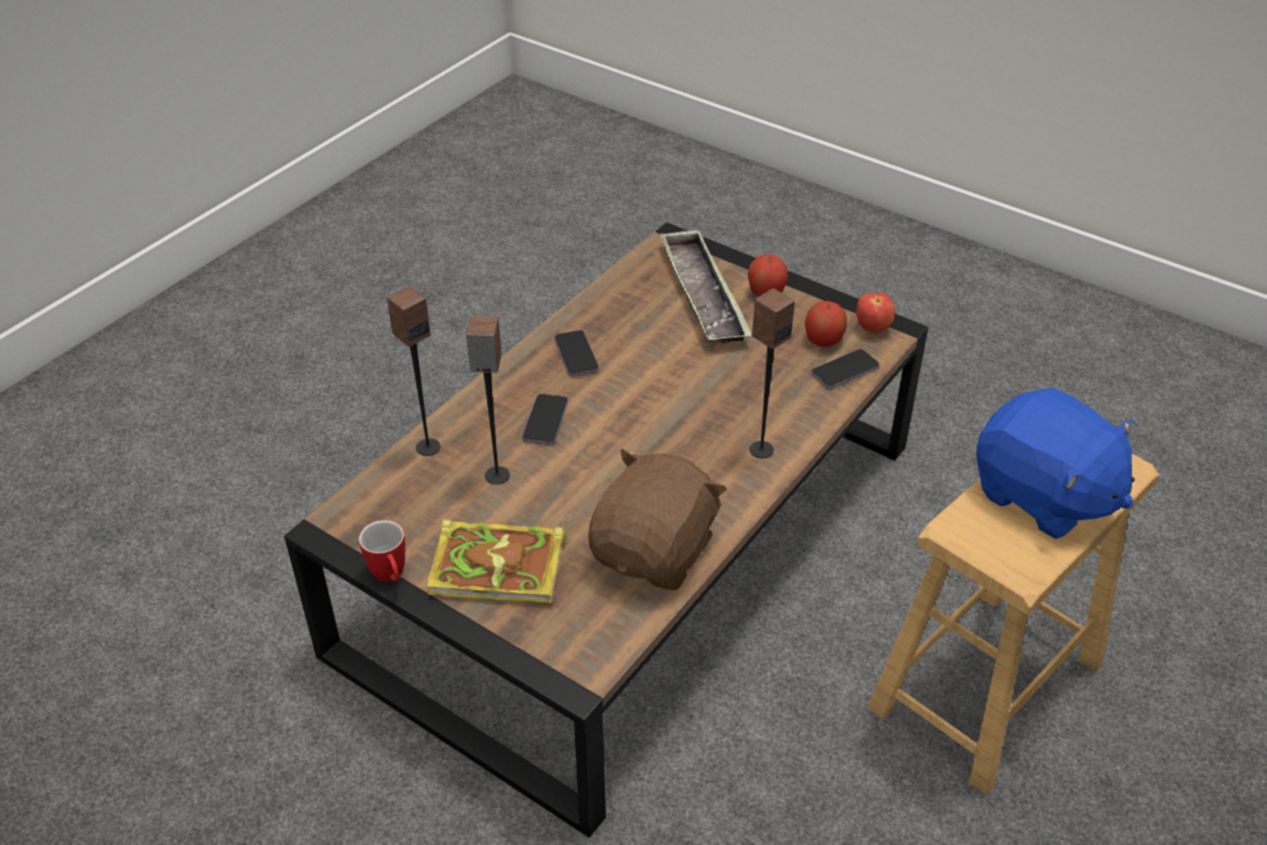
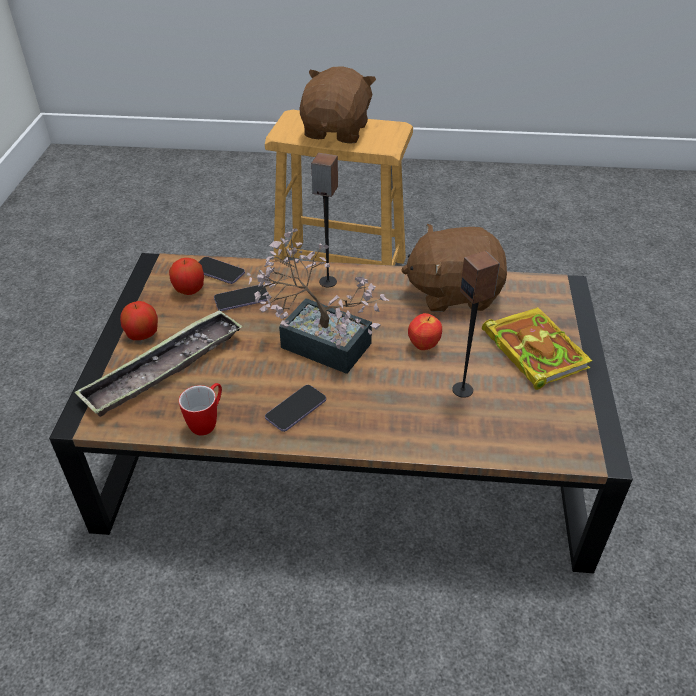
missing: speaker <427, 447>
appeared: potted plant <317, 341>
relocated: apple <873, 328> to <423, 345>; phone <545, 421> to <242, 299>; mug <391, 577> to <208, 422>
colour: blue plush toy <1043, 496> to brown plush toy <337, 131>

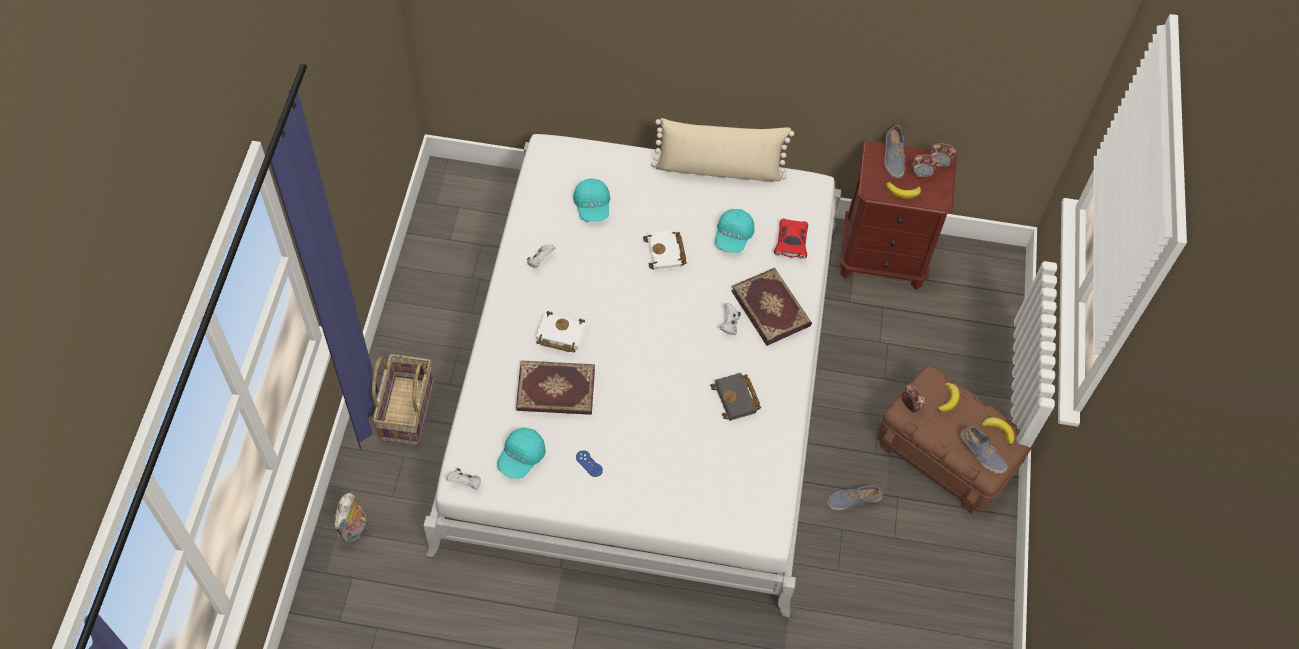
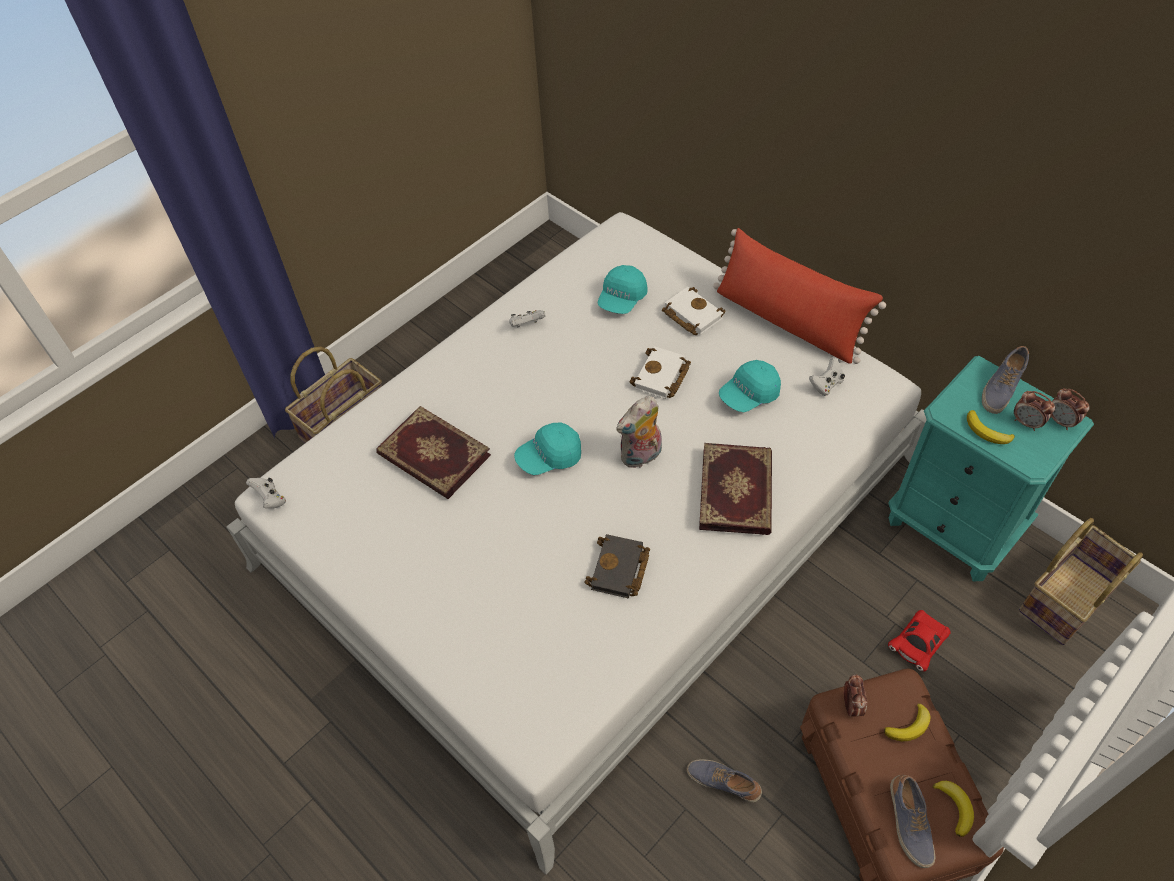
missing: blue game controller <589, 463>
appeared: basket <1066, 597>
relocated: red toy car <791, 243> to <917, 644>; white game controller <729, 324> to <826, 385>; white book <559, 335> to <690, 315>; turquoise cap <521, 457> to <549, 457>; plush toy <355, 530> to <641, 457>
colour: beige pillow <719, 169> to red pillow <788, 321>; brown nightstand <883, 258> to turquoise nightstand <953, 526>

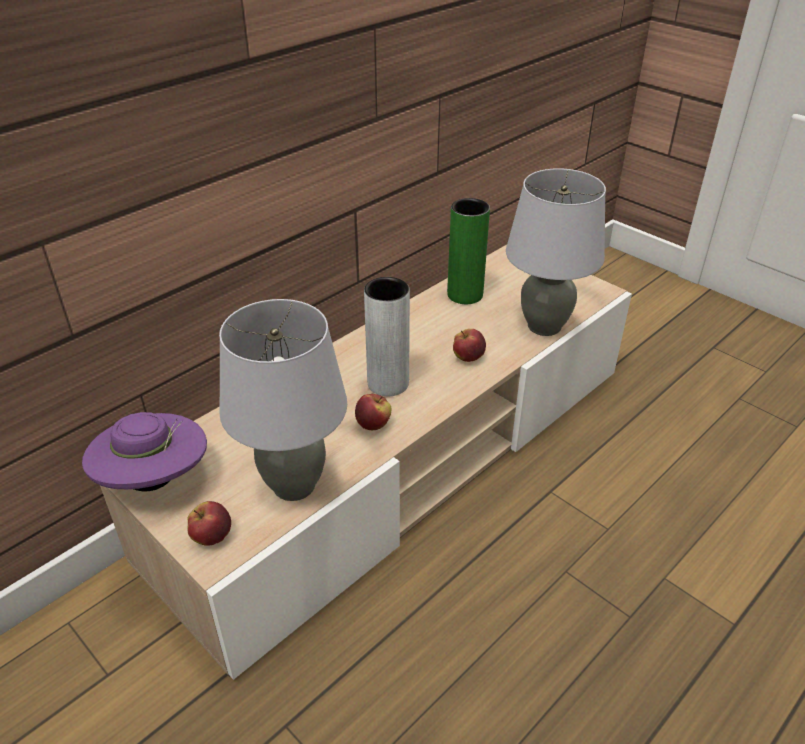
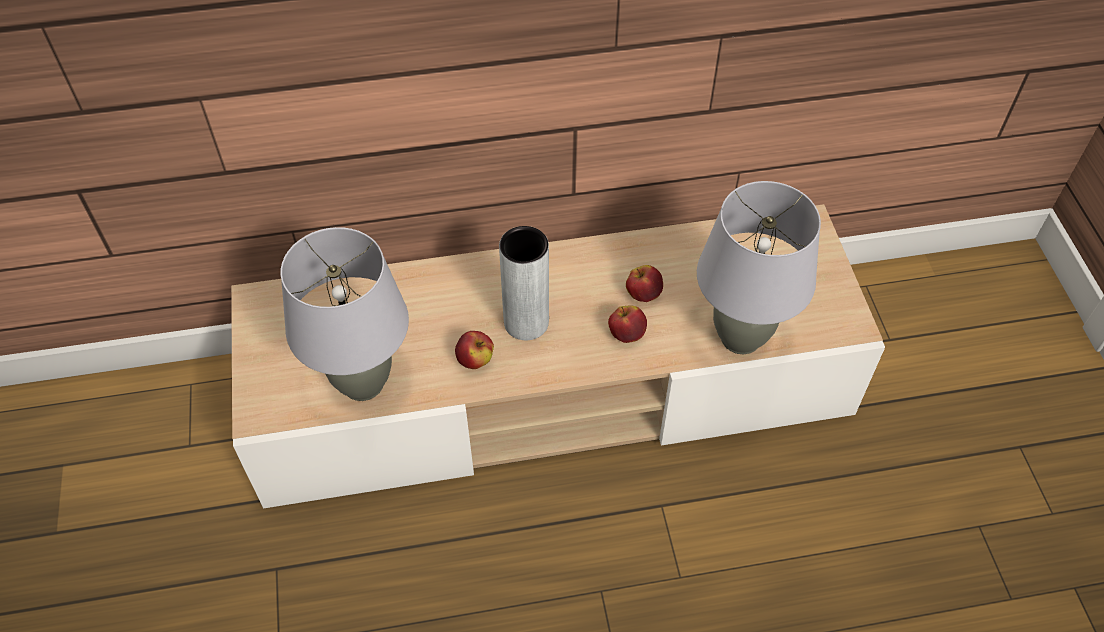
missing: green vase <465, 295>; purple hat <155, 480>
relocated: apple <212, 537> to <643, 294>

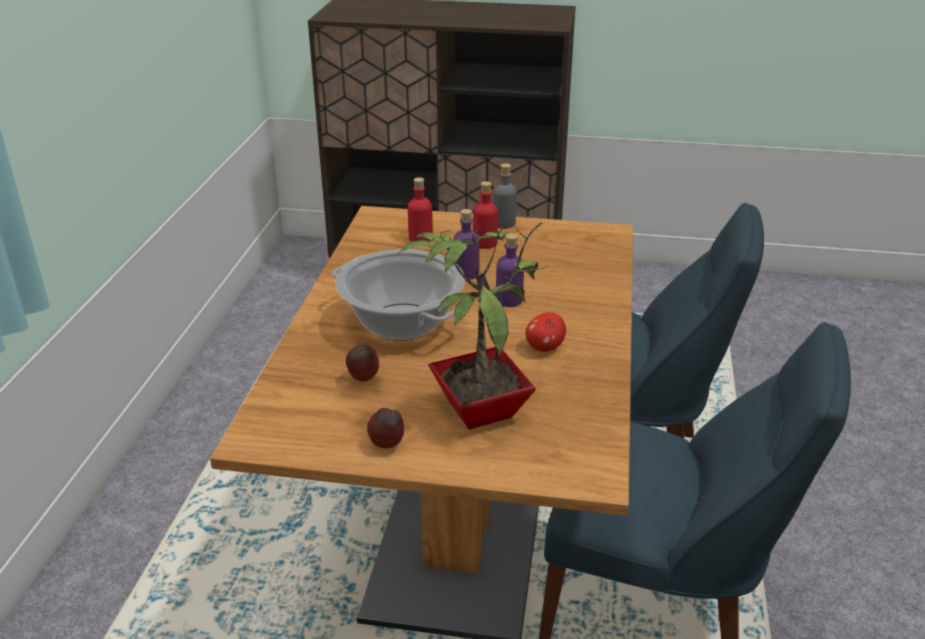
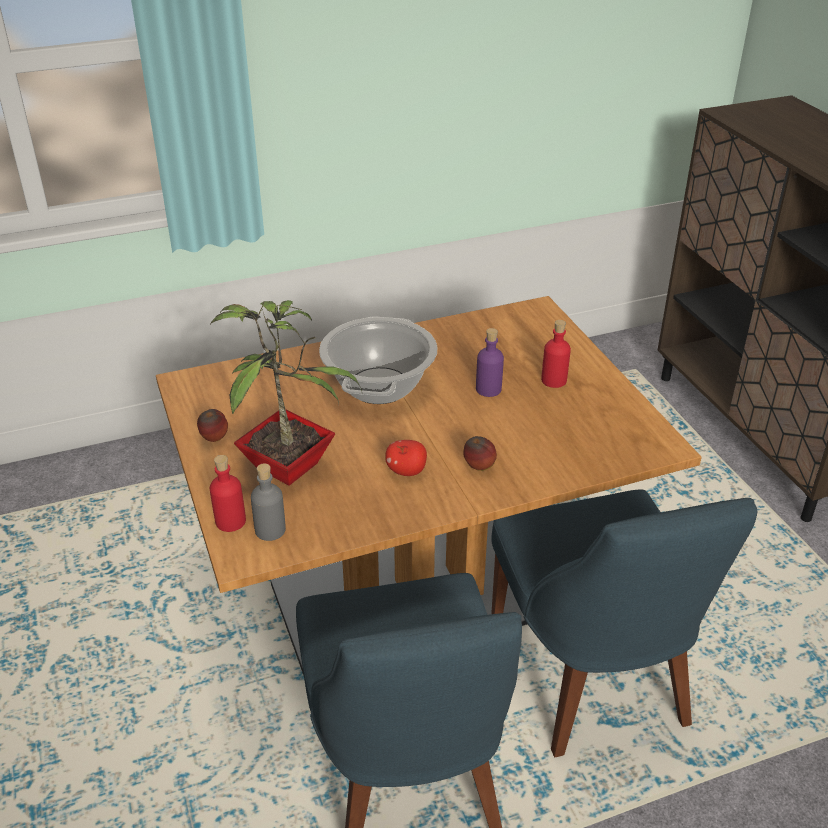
missing: purple bottle <509, 300>
relocated: grey bottle <504, 223> to <270, 530>; red bottle <420, 238> to <230, 521>; apple <363, 379> to <479, 468>

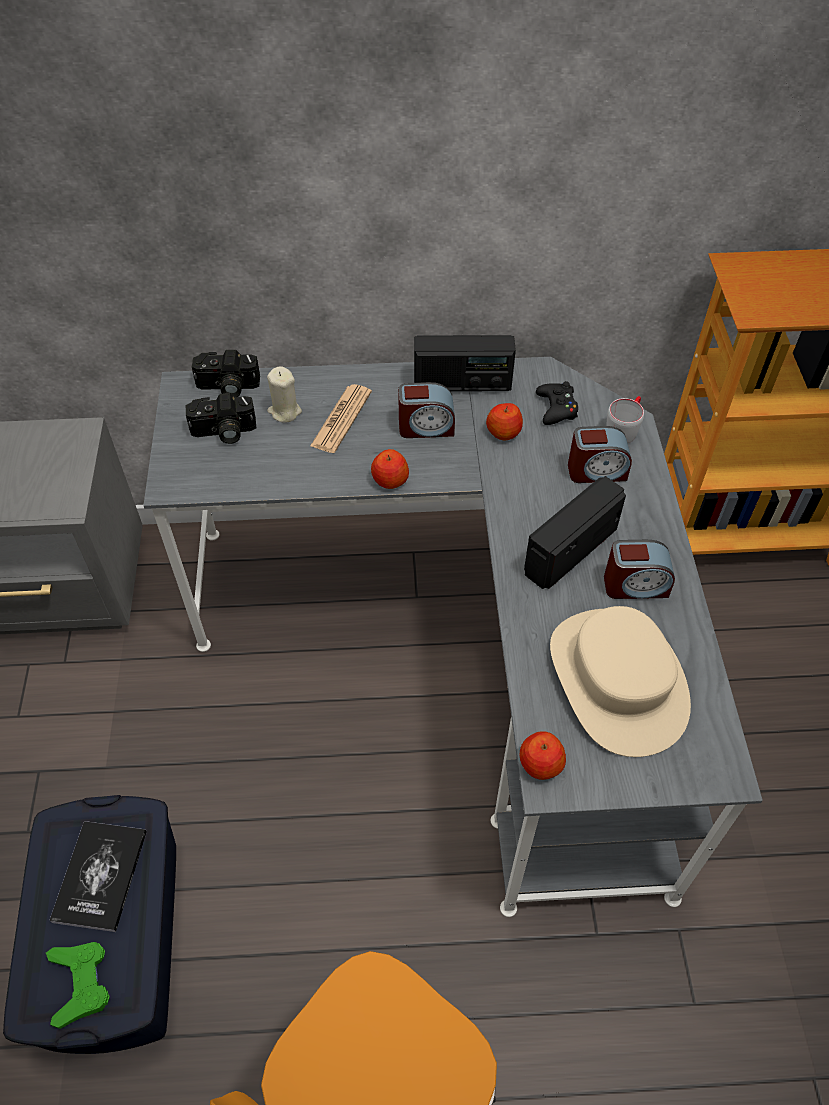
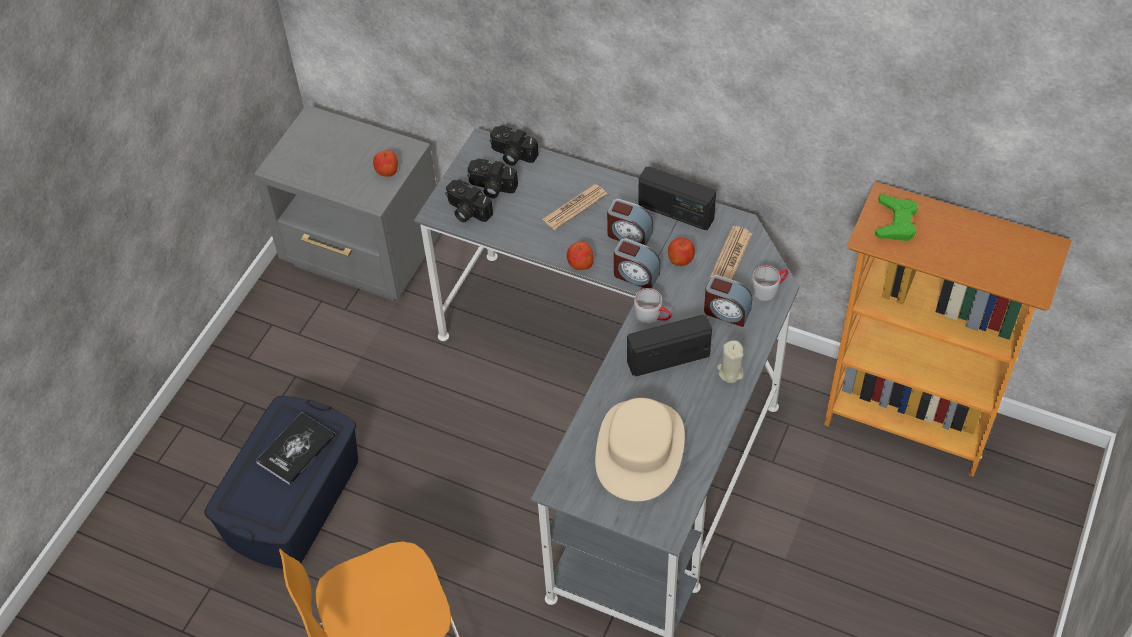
appeared: photo camera <466, 211>; grey mug <653, 316>
relocated: beige candle <284, 411> to <730, 372>; alarm clock <635, 585> to <635, 275>; apple <540, 764> to <387, 170>; green game controller <80, 983> to <895, 222>
exchanged: black game controller <556, 408> to newspaper <731, 256>

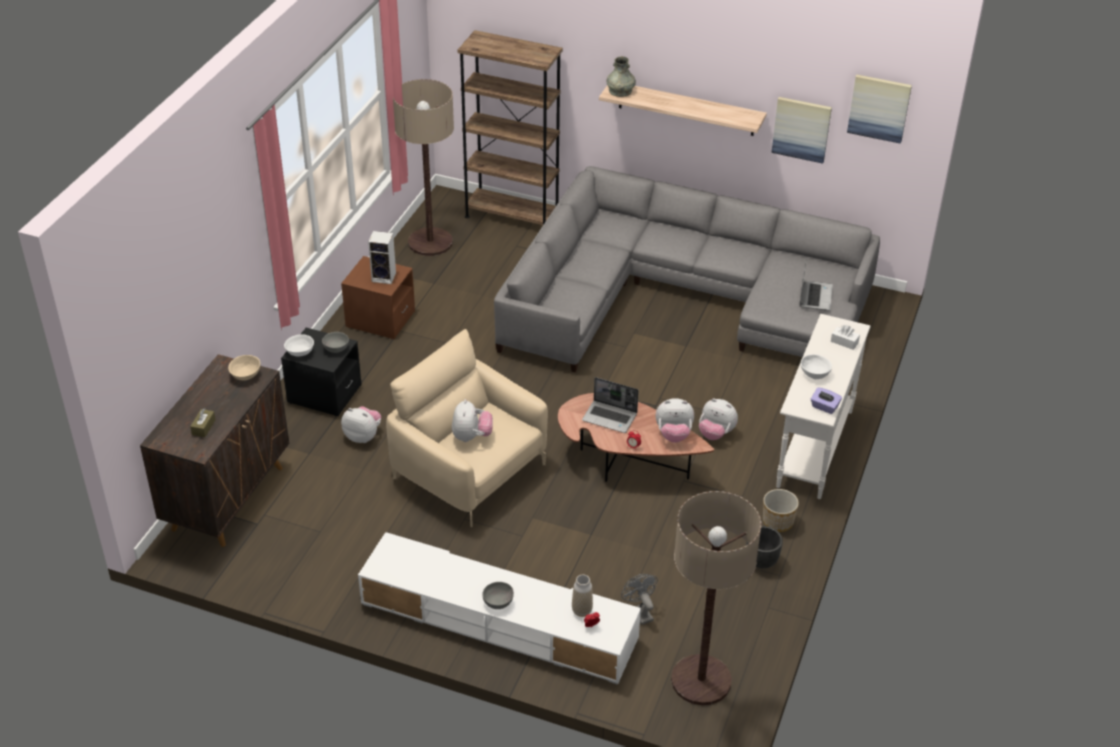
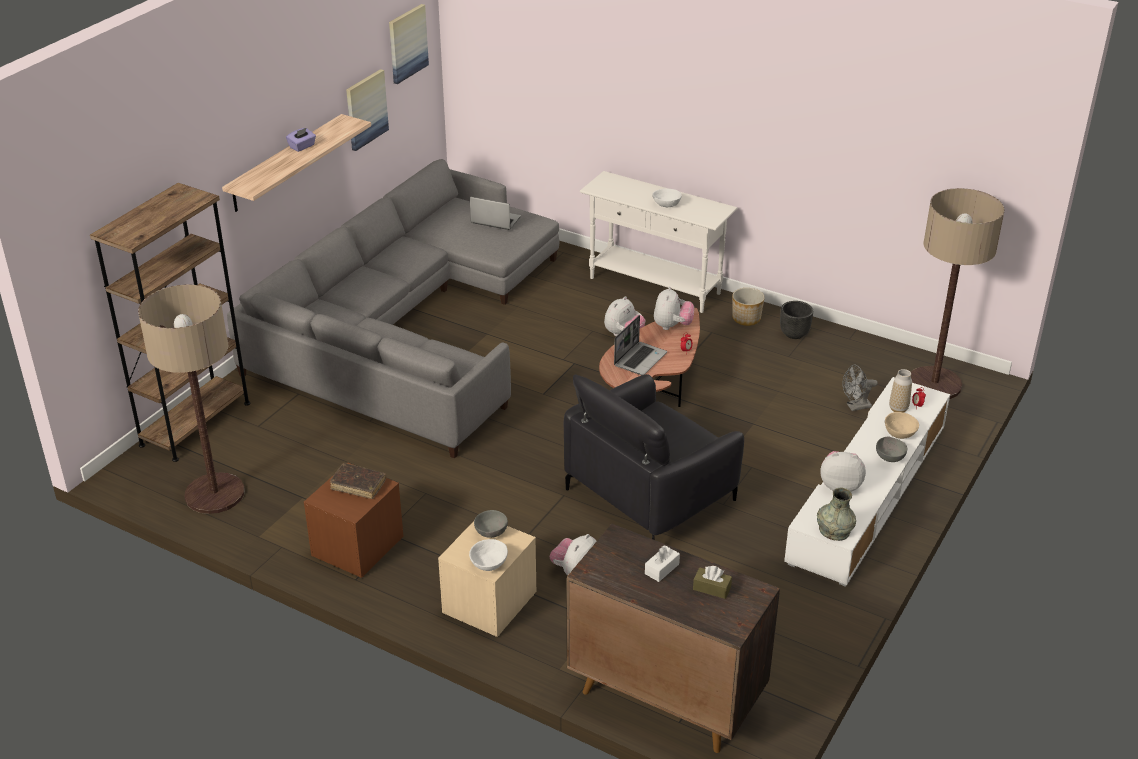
relocated: grey vase <620, 90> to <834, 530>; white tissue box <844, 342> to <662, 569>; beige bowl <246, 374> to <899, 433>; purple tissue box <824, 407> to <302, 147>; plush toy <471, 436> to <840, 486>
exchanged: speaker <385, 277> to brown book <358, 485>
colour: black nightstand <324, 394> to beige nightstand <489, 603>; beige armchair <470, 471> to black armchair <650, 494>

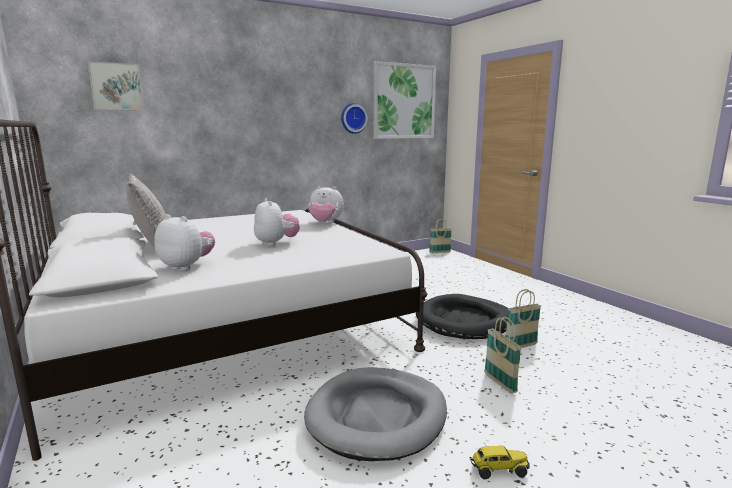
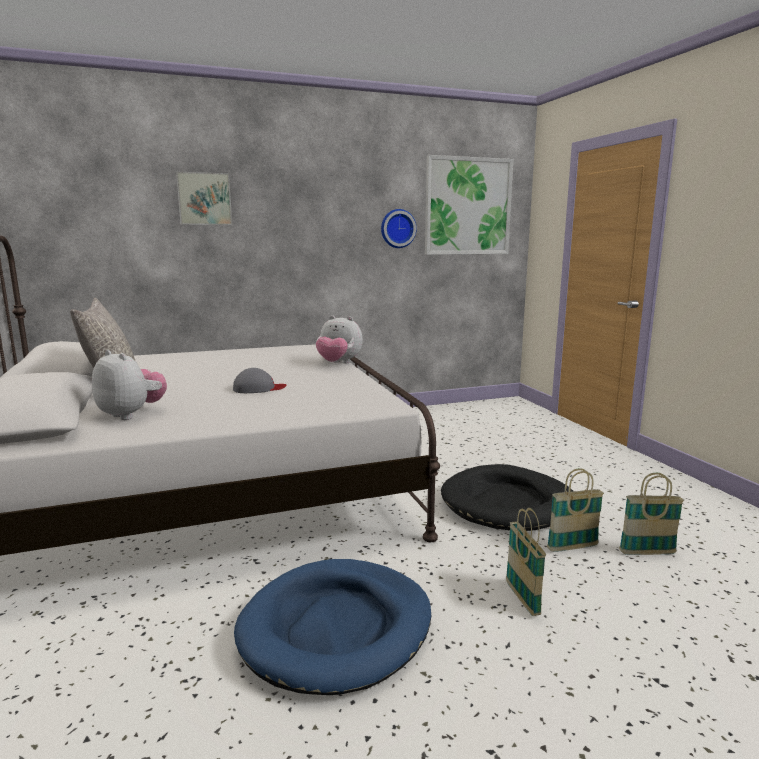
missing: toy truck <498, 470>
relocated: picture <116, 87> to <204, 199>; basket <439, 252> to <647, 552>
exchanged: plush toy <276, 243> to grey cap <258, 388>
colour: grey dog bed <377, 416> to blue dog bed <337, 628>

